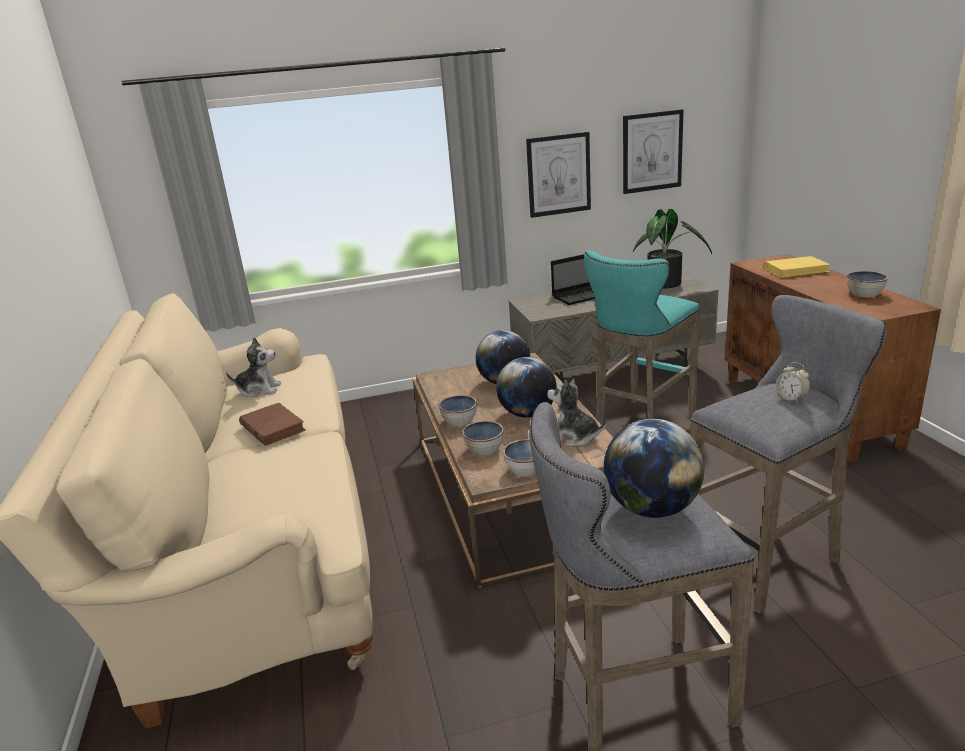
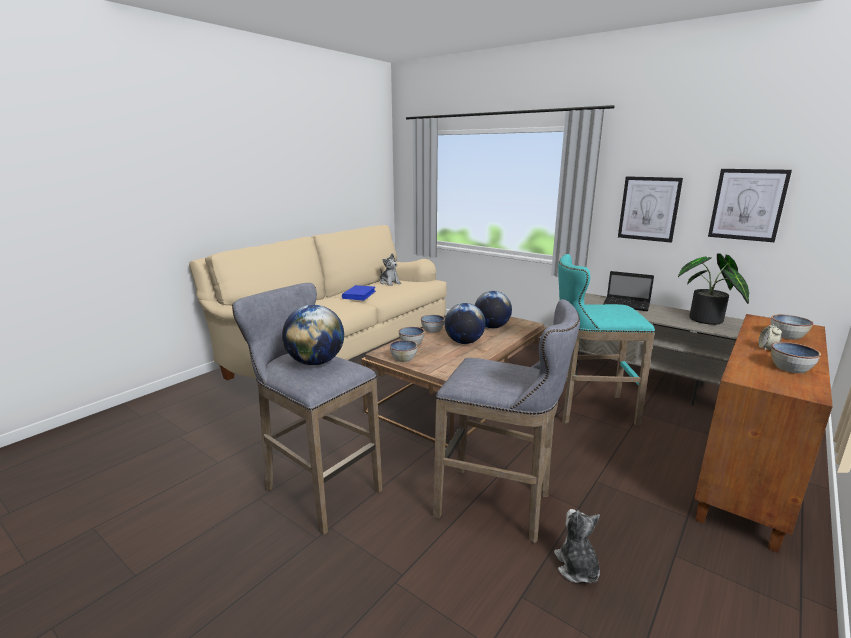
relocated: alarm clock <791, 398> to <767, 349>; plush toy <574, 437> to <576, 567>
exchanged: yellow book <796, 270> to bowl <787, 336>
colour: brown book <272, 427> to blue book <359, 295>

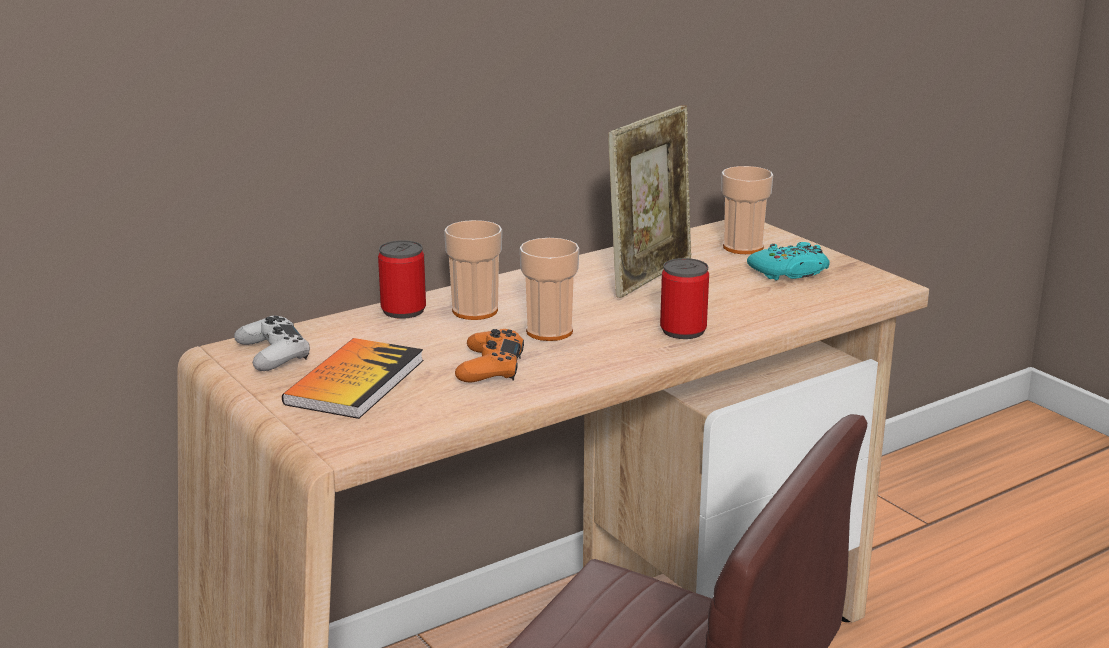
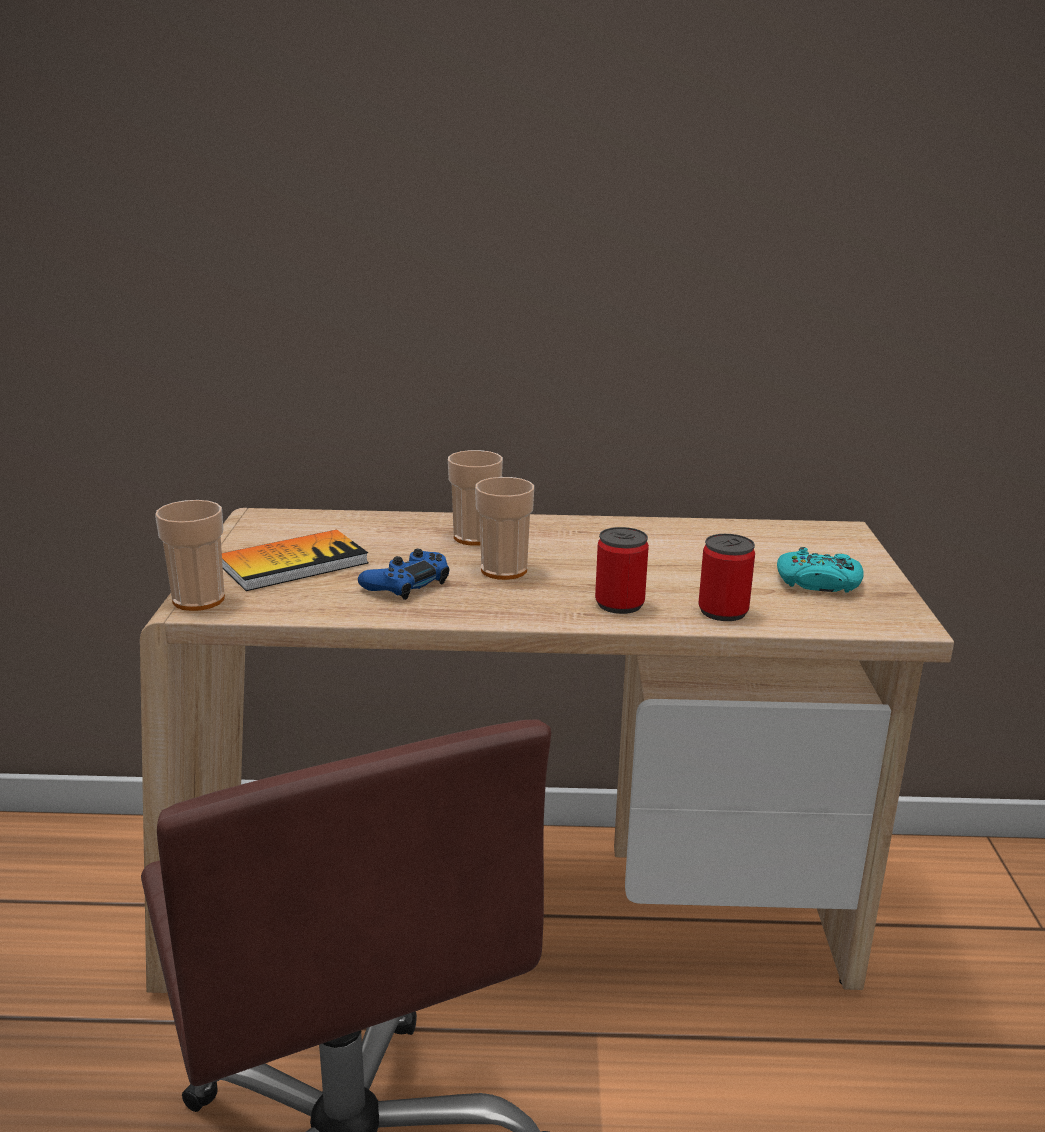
missing: picture frame <650, 276>; white game controller <273, 354>
relocated: cup <743, 247> to <198, 600>; can <403, 310> to <723, 611>
colour: orange game controller <490, 367> to blue game controller <406, 584>

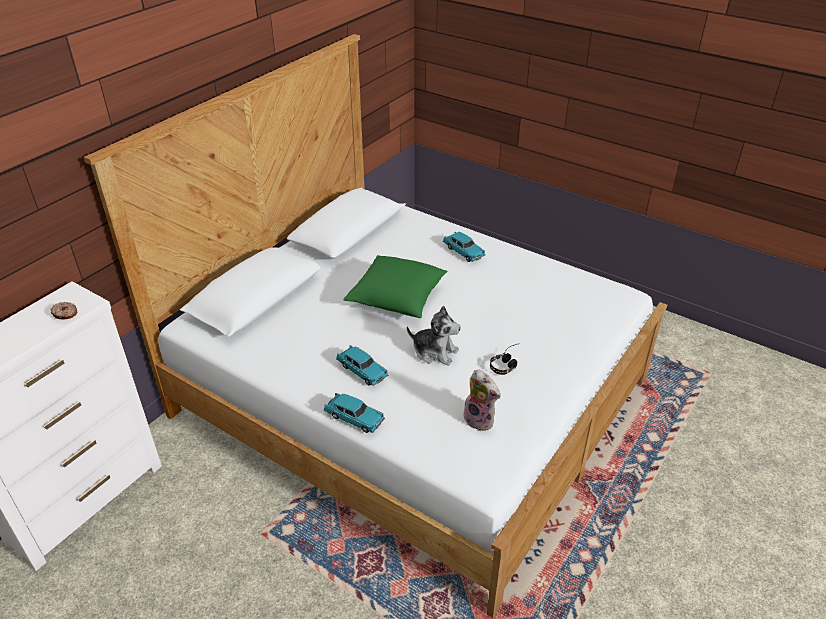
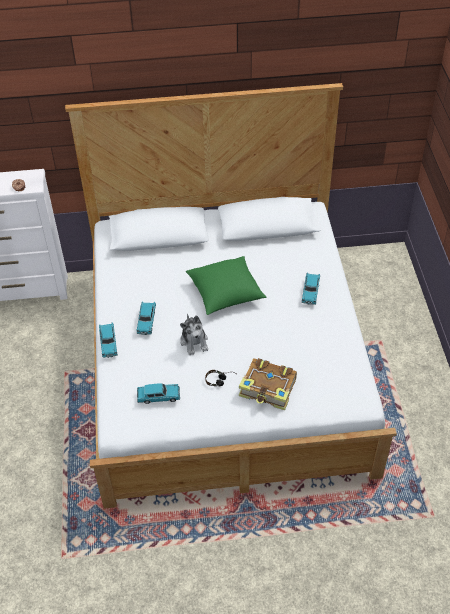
appeared: book <268, 389>
exchanged: plush toy <481, 419> to turquoise toy car <158, 397>

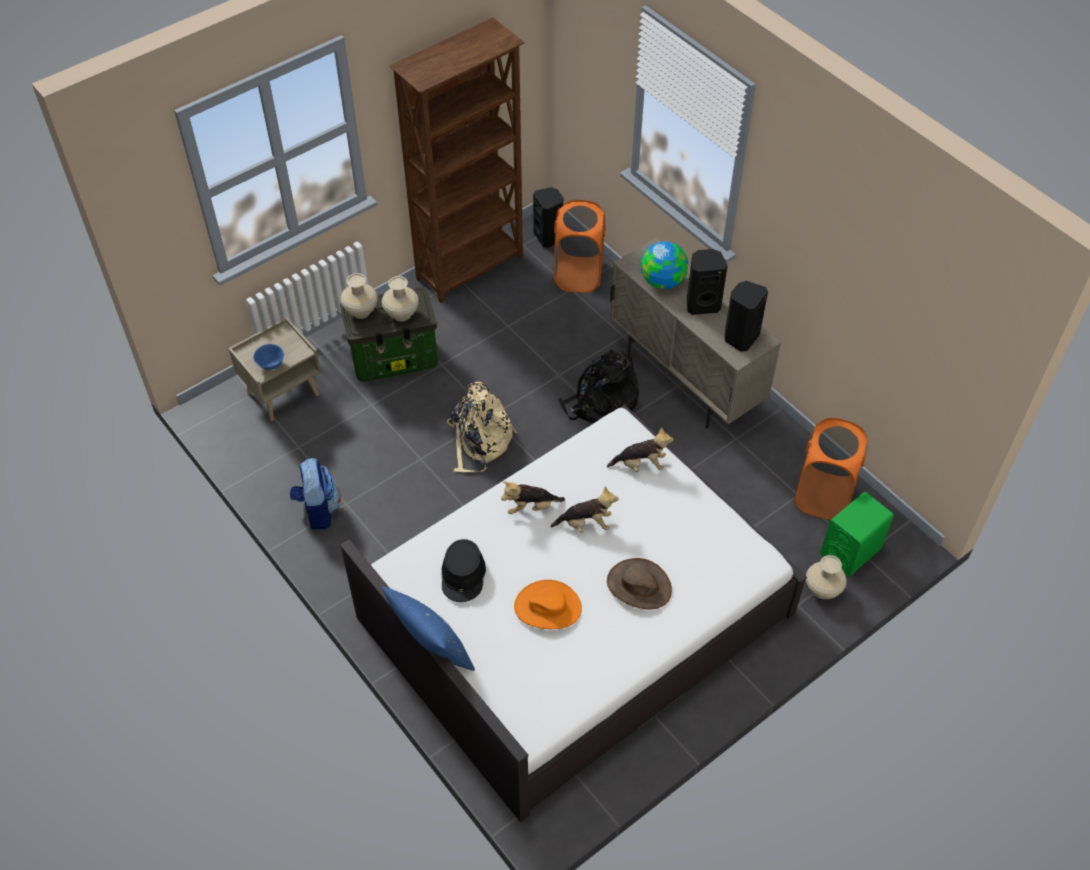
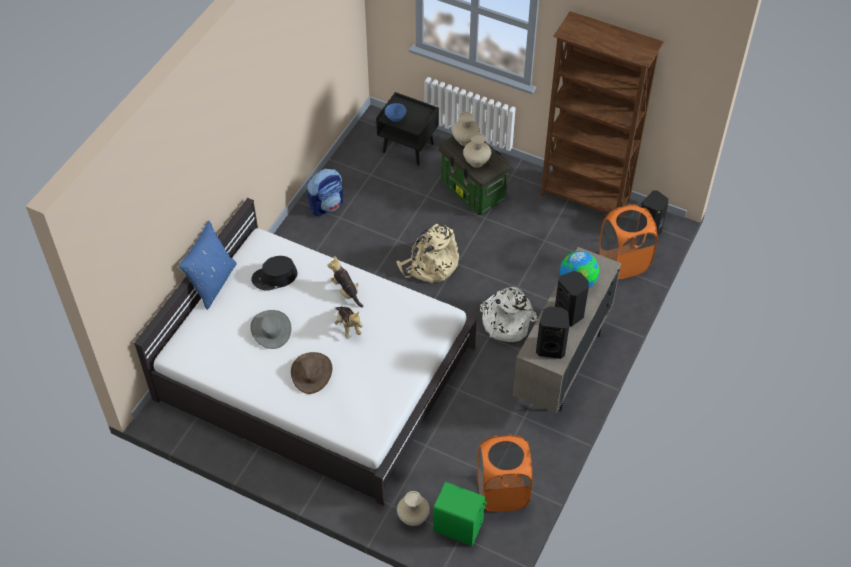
missing: plush toy <641, 465>
colour: beige nightstand <283, 393> to black nightstand <408, 148>; black backpack <601, 404> to white backpack <506, 322>; orange hat <548, 607> to grey hat <271, 329>

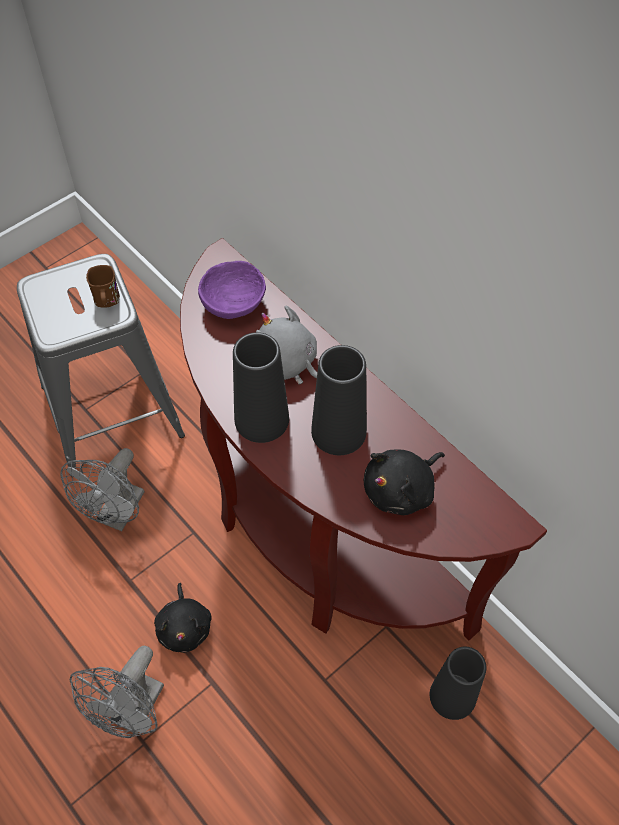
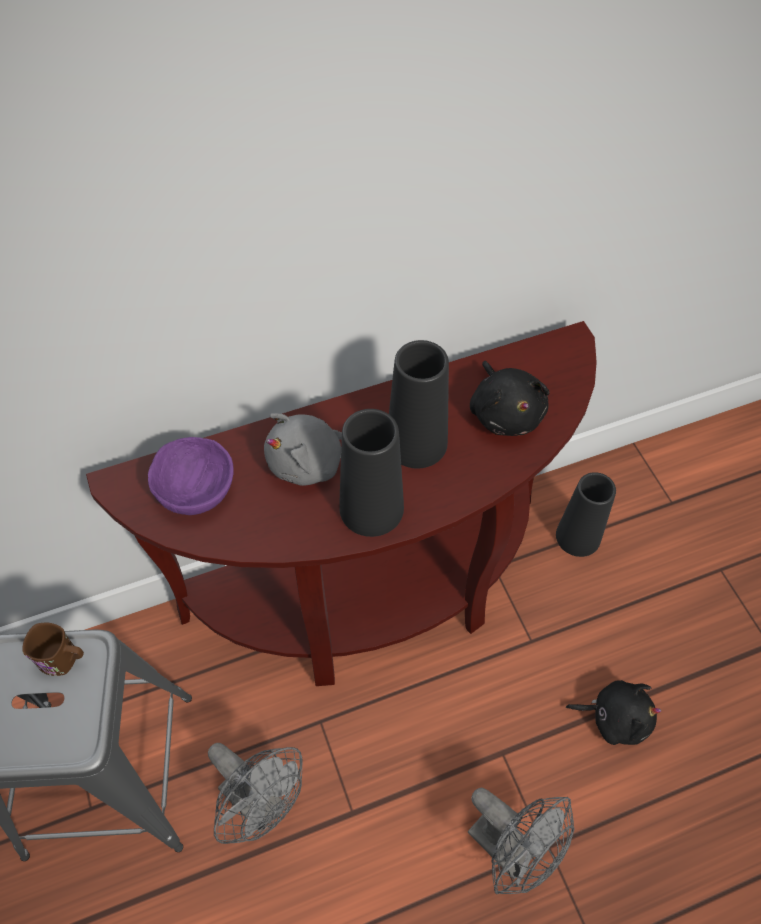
relocated: black plush toy <185, 627> to <615, 717>

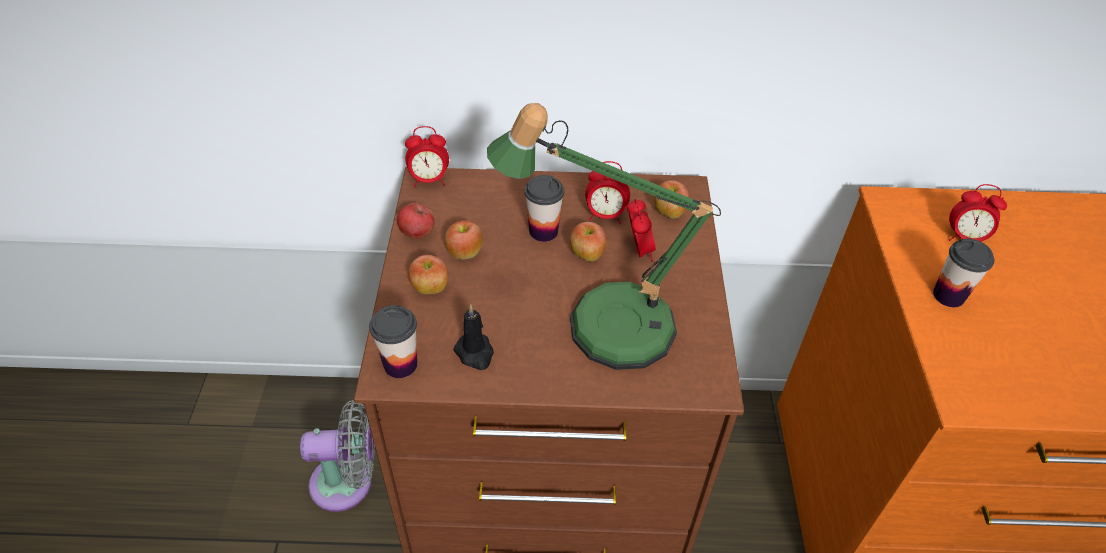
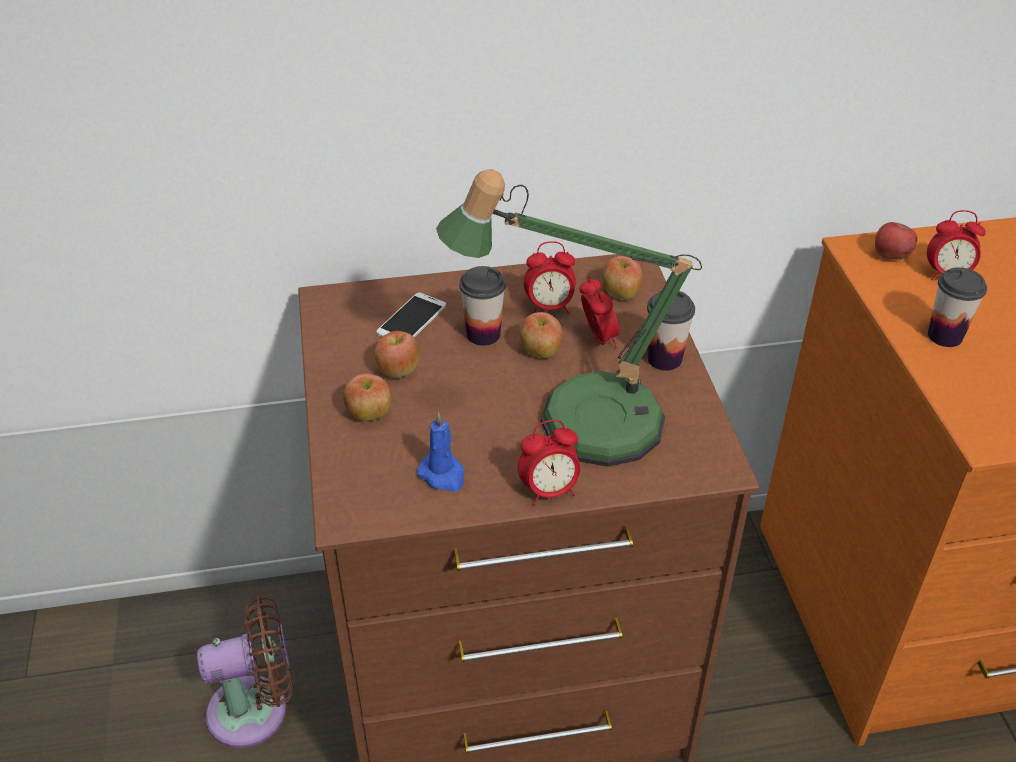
appeared: phone <411, 319>
relocated: alarm clock <429, 180> to <549, 491>; apple <417, 233> to <891, 256>; cup <400, 364> to <664, 359>
colour: black candle <475, 353> to blue candle <443, 475>; grey fan <348, 483> to brown fan <256, 710>

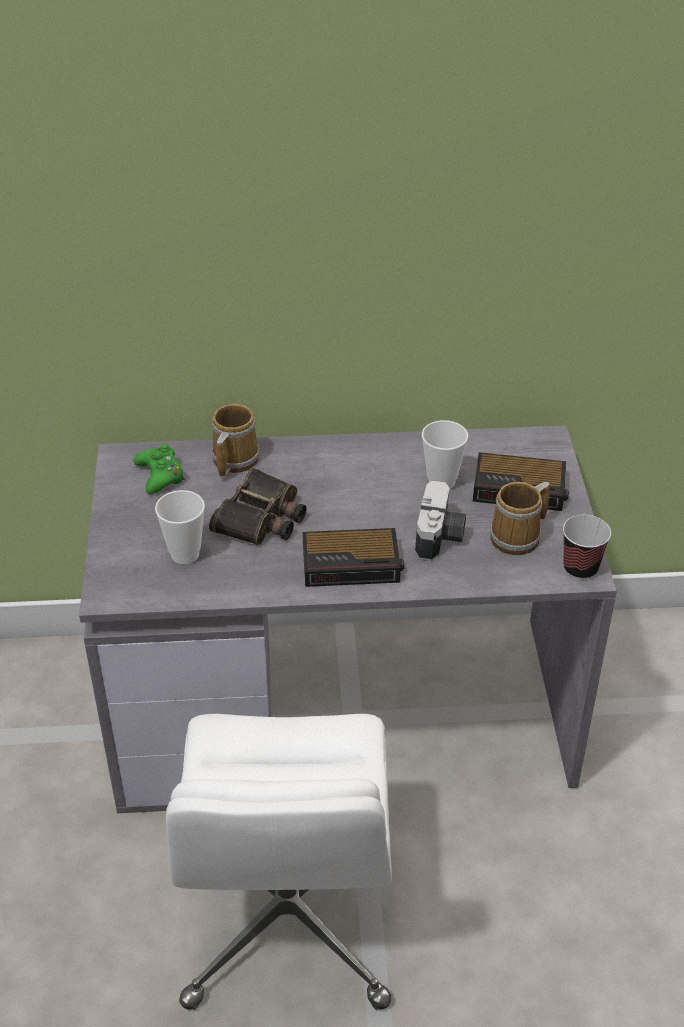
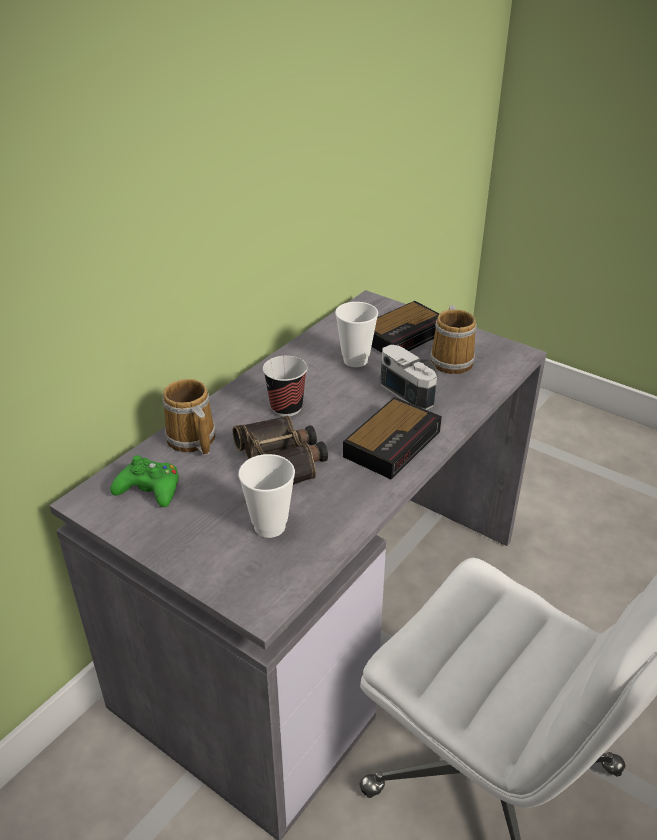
relocated: cup <580, 568> to <286, 407>

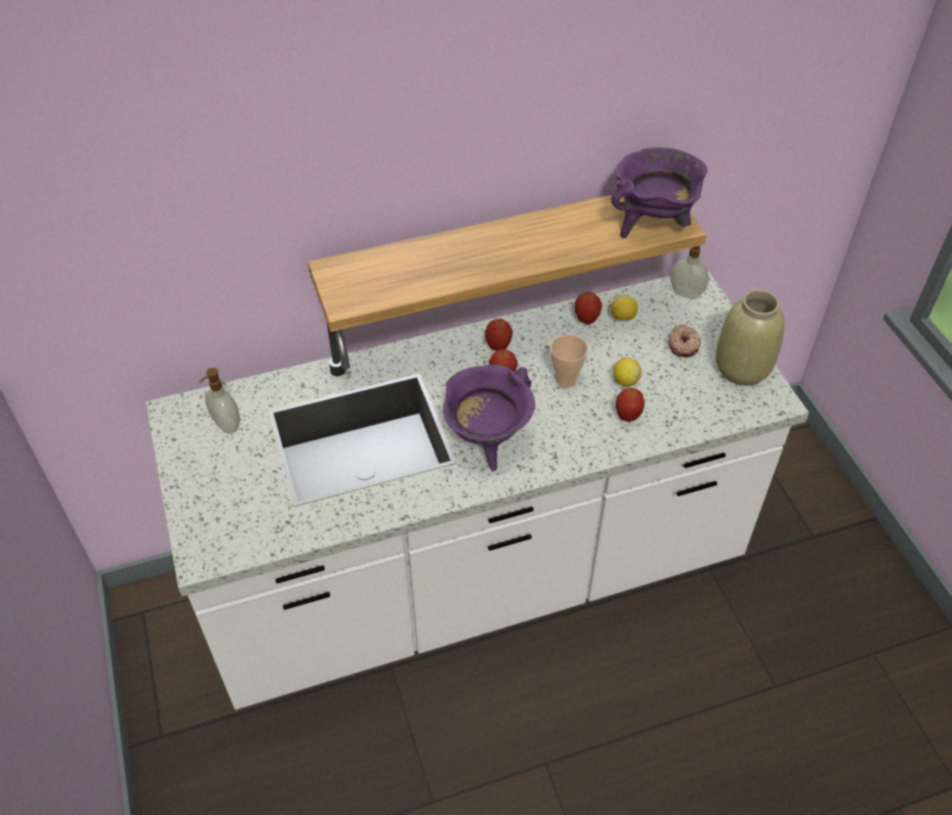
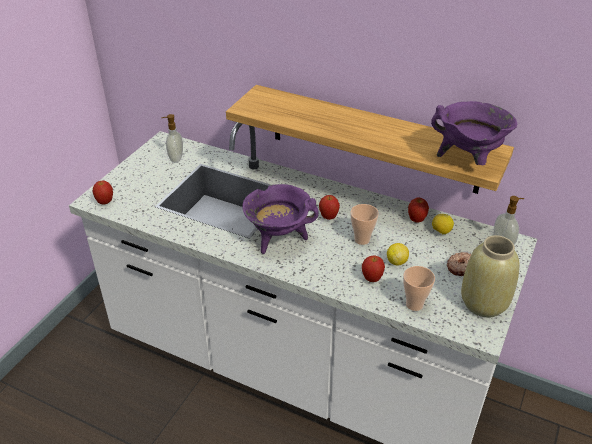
appeared: cup <414, 304>
relocated: apple <498, 347> to <105, 202>

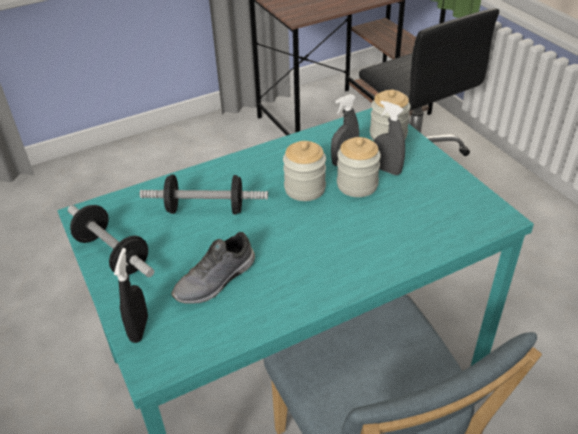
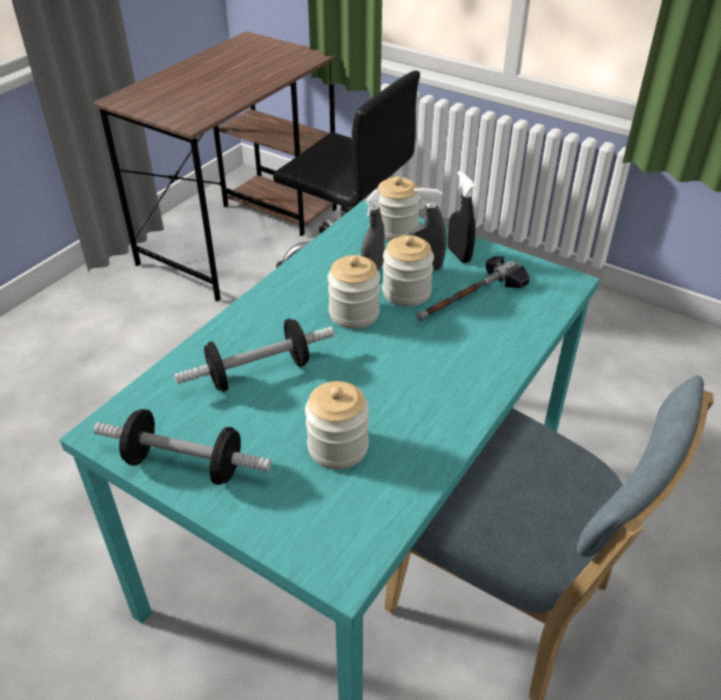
appeared: hammer <470, 297>
relocated: black spray bottle <139, 329> to <459, 255>
exchanged: grey shoe <216, 280> to jar <338, 447>

